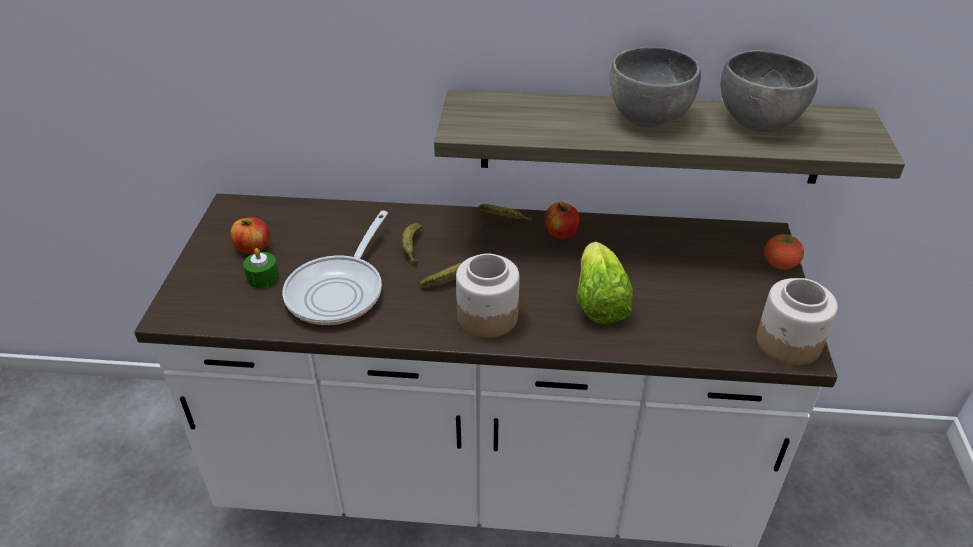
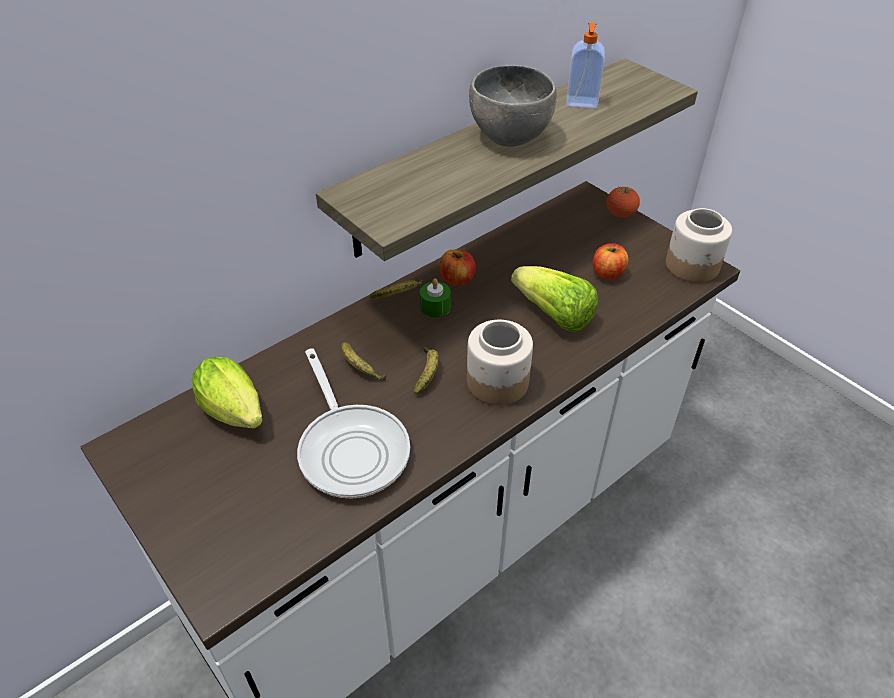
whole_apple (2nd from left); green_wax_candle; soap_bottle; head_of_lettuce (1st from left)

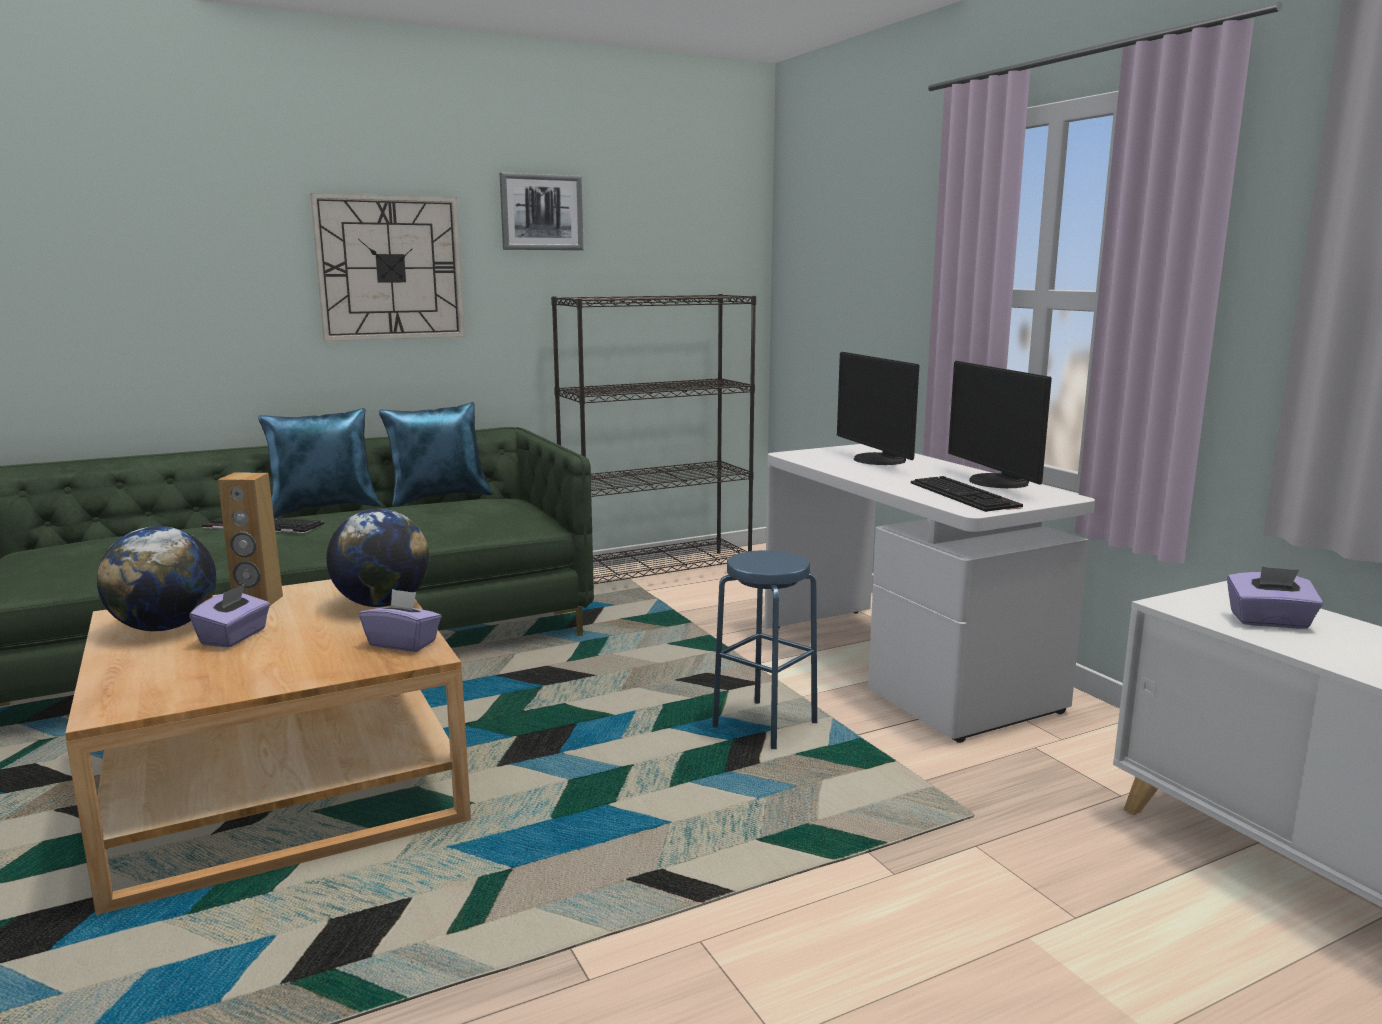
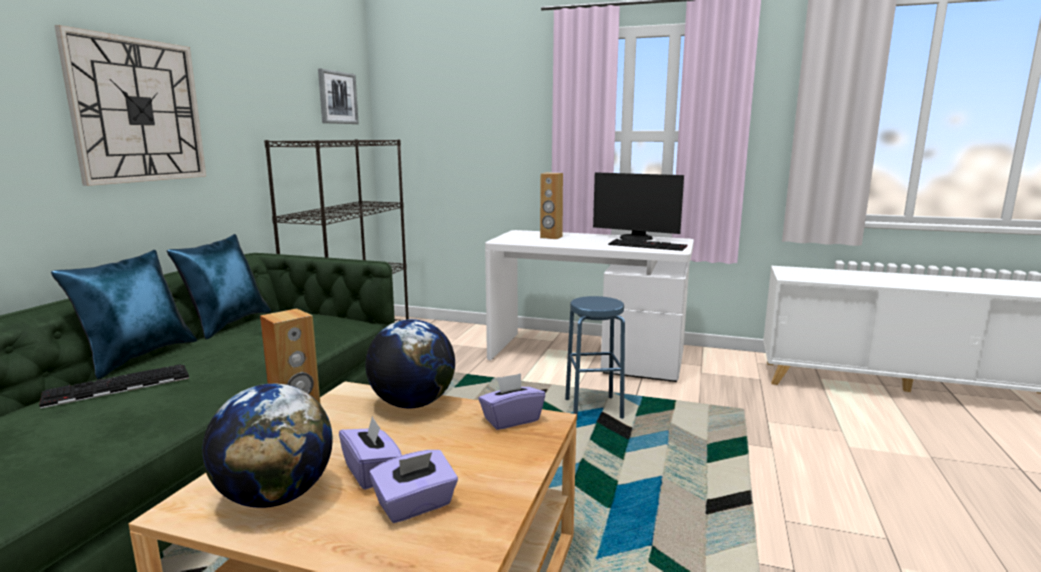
wall_picture; brownish_speaker (2nd from left); purple-coloured_box_of_tissues (2nd from left)

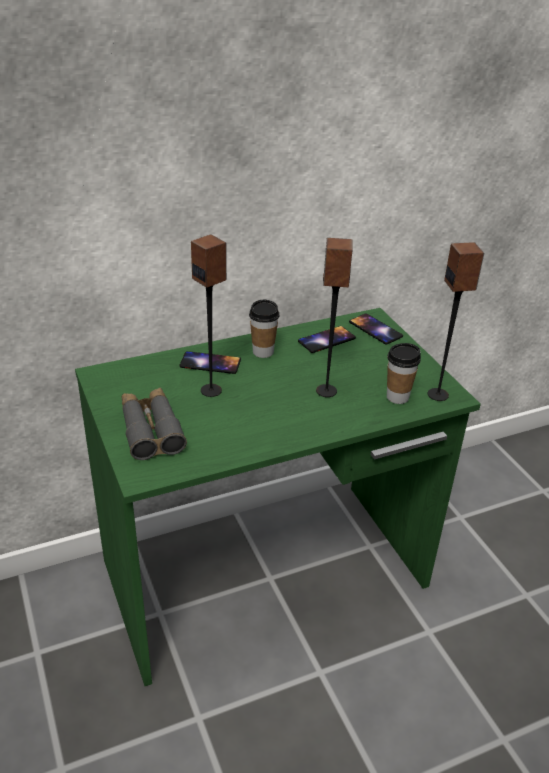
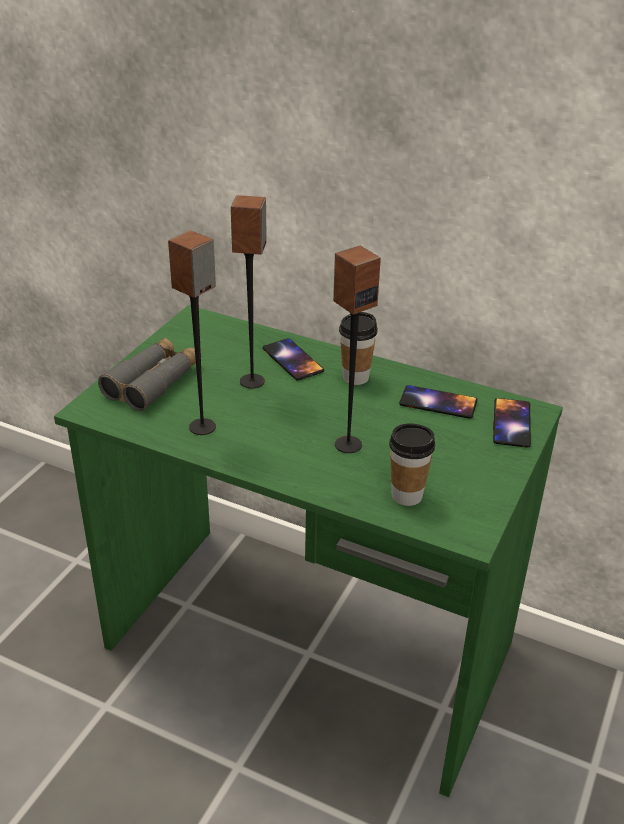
speaker (1st from left)

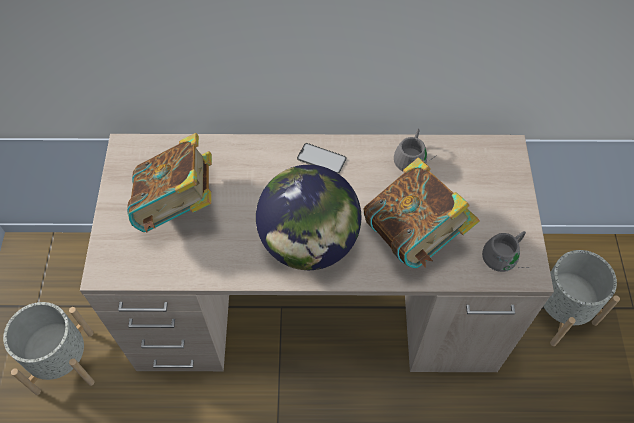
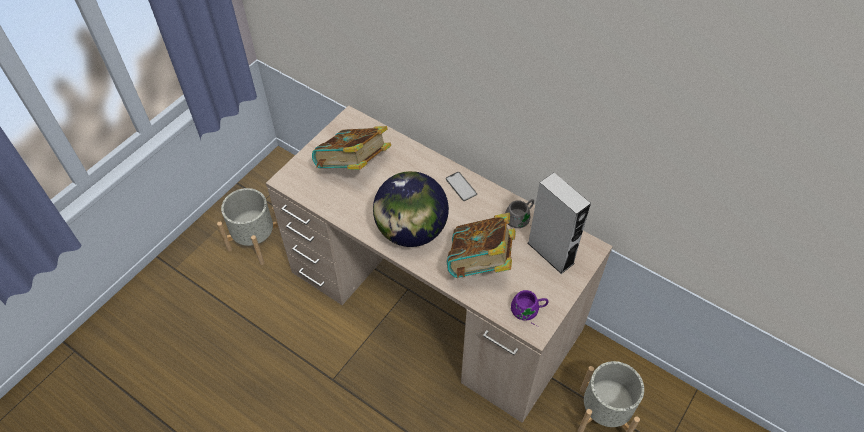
purple-coloured_mug; greyish_speaker

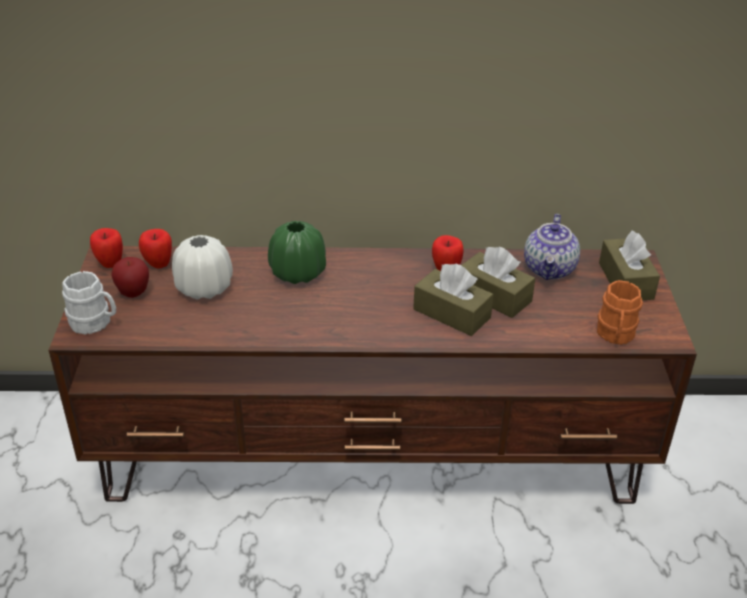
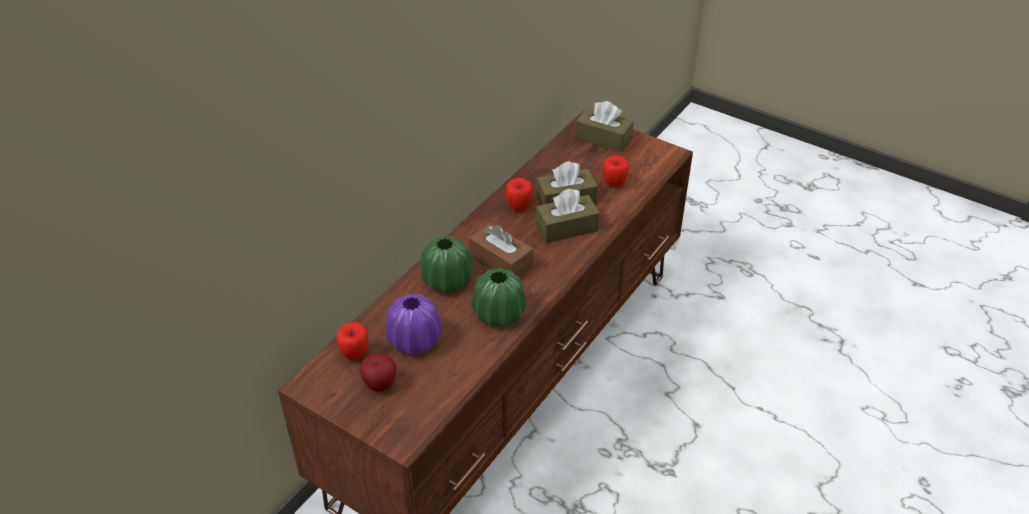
white-coloured_mug; whole_apple (4th from left); purple-coloured_flower_vase; pot_for_tea; orangey_mug; brownish_box_of_tissues (1st from left); green_flower_vase (2nd from left)

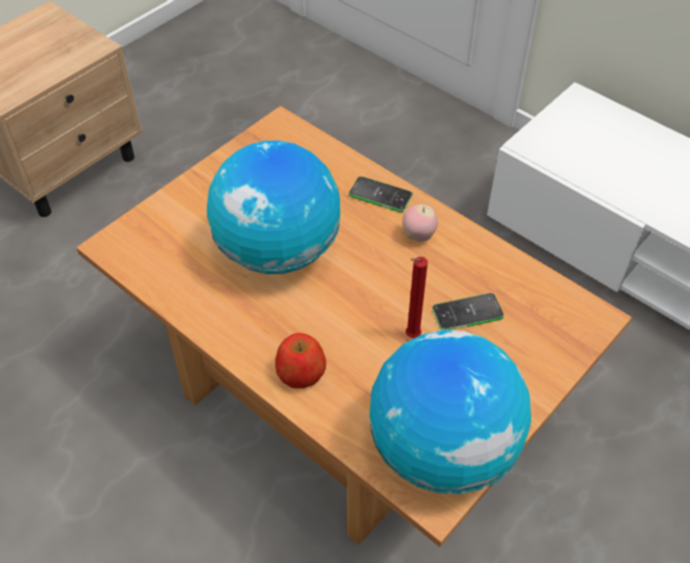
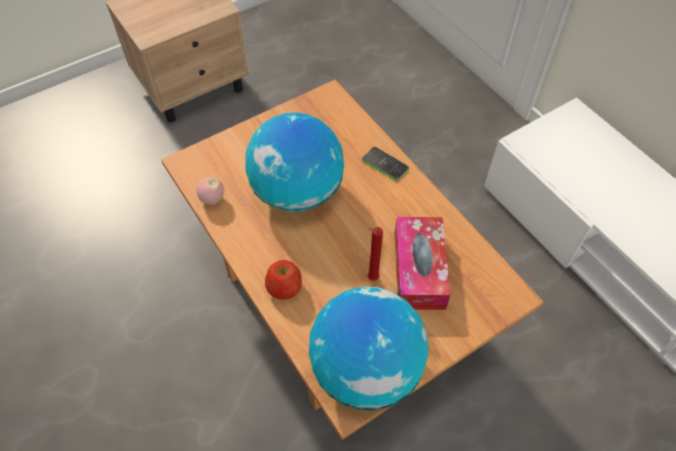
whole_apple (1st from left); box_of_tissues

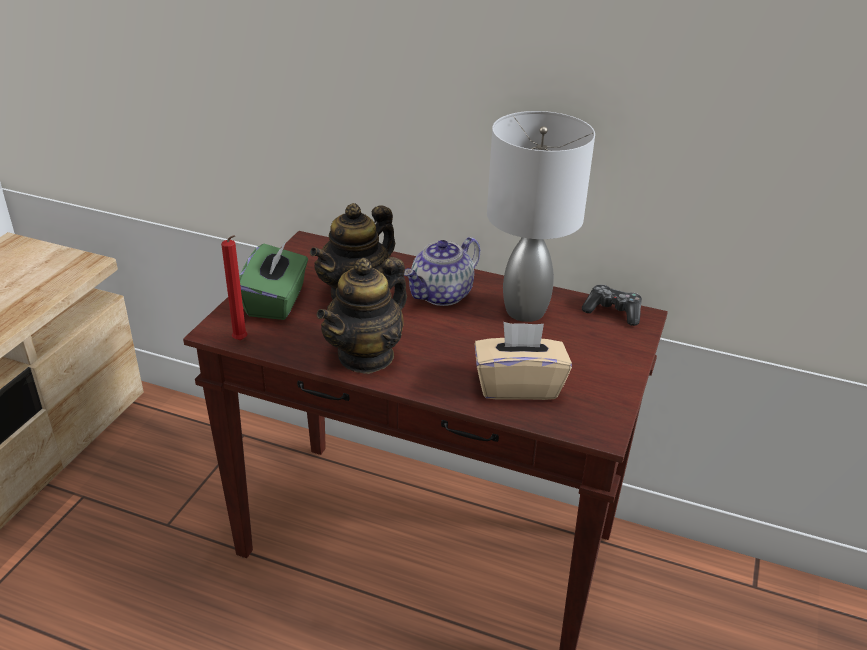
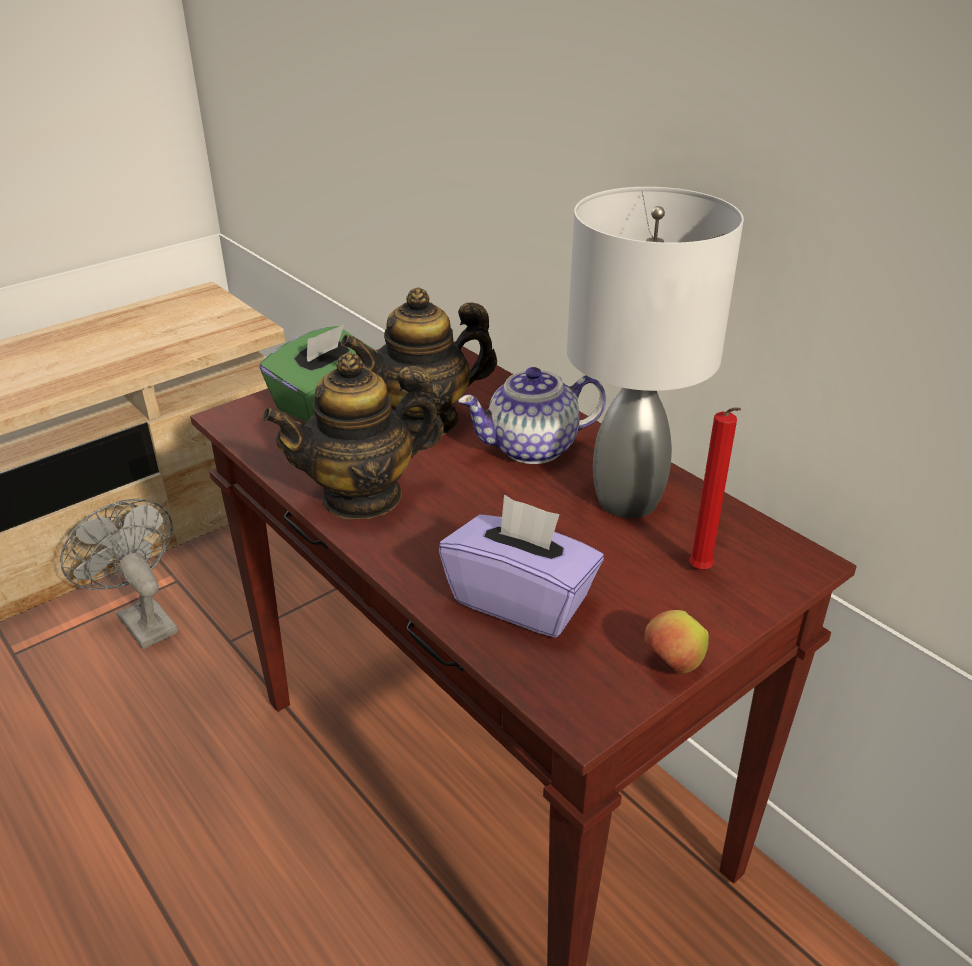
reddish_wax_candle; purple-coloured_box_of_tissues; joypad; greyish_cooling_fan; whole_apple

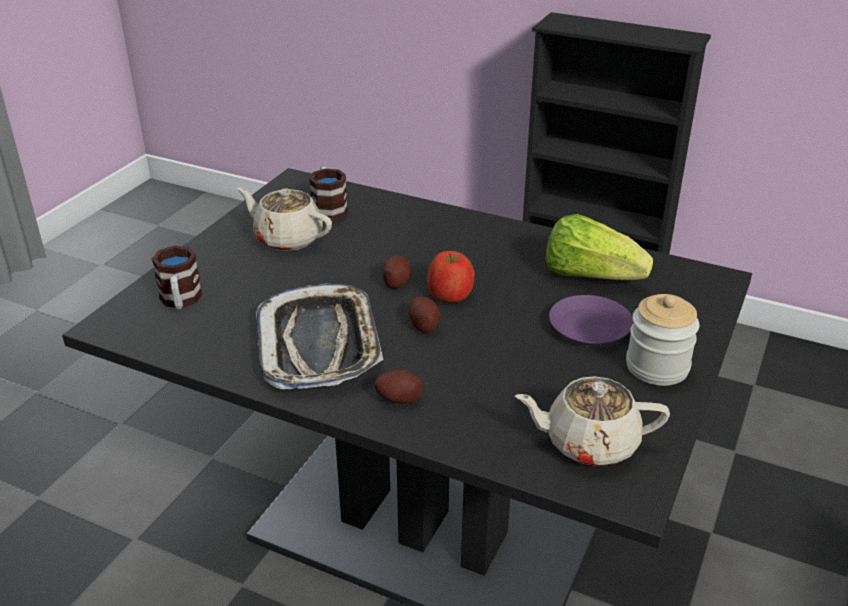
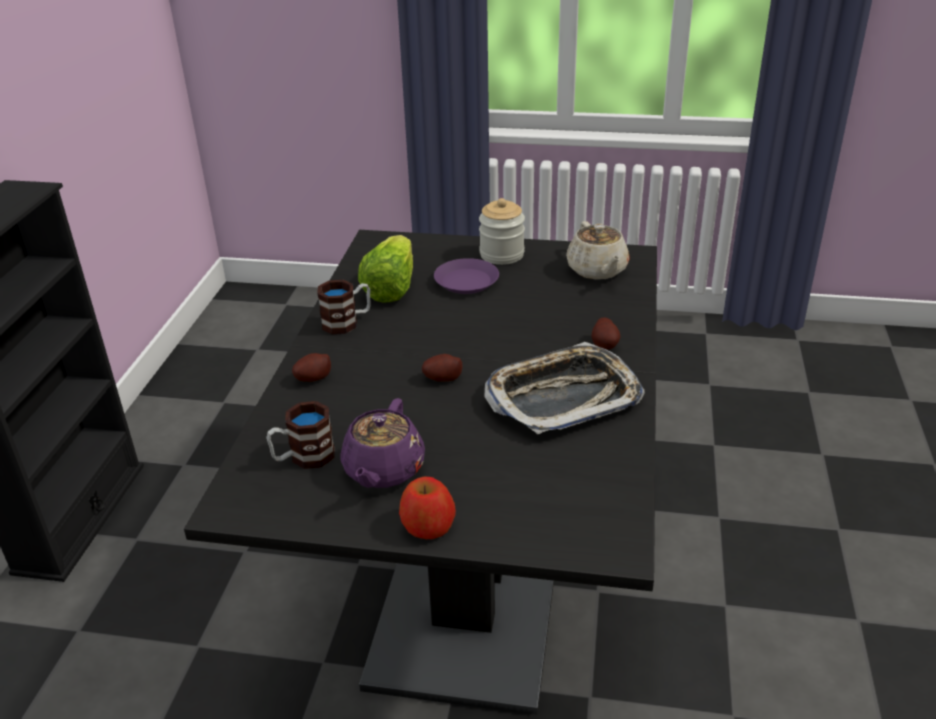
mug (2nd from left); purple-coloured_pot_for_tea; spud (1st from left); whole_apple

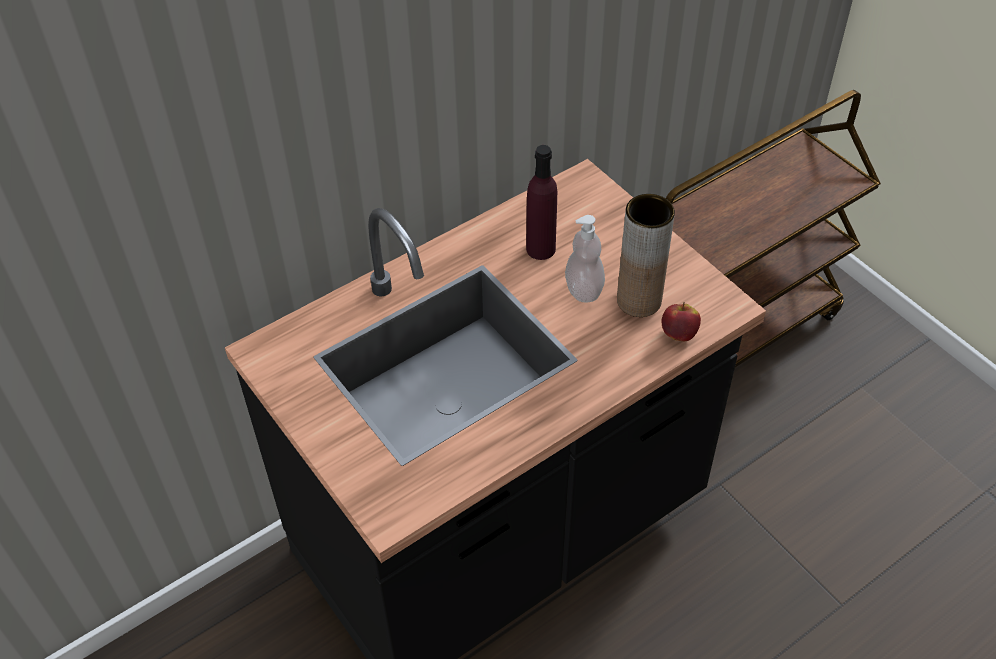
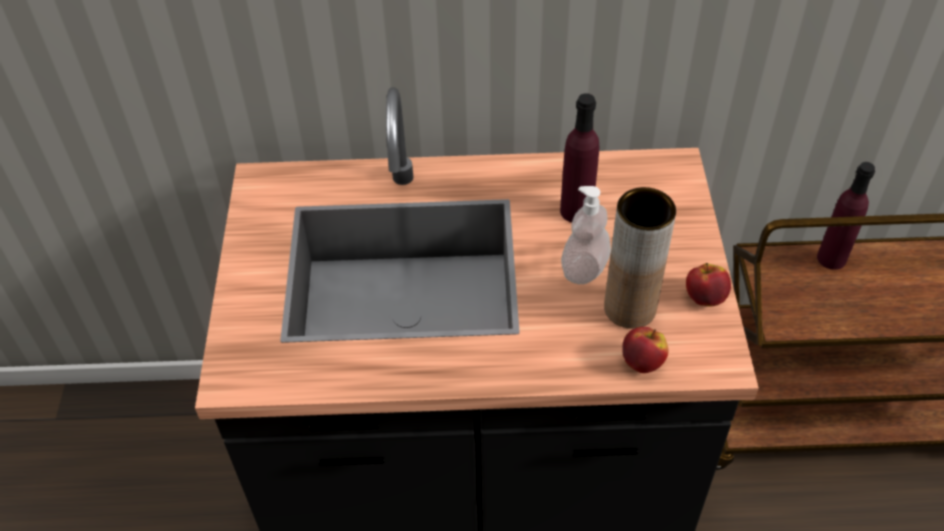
whole_apple (2nd from left); purple-coloured_drink_bottle (2nd from left)

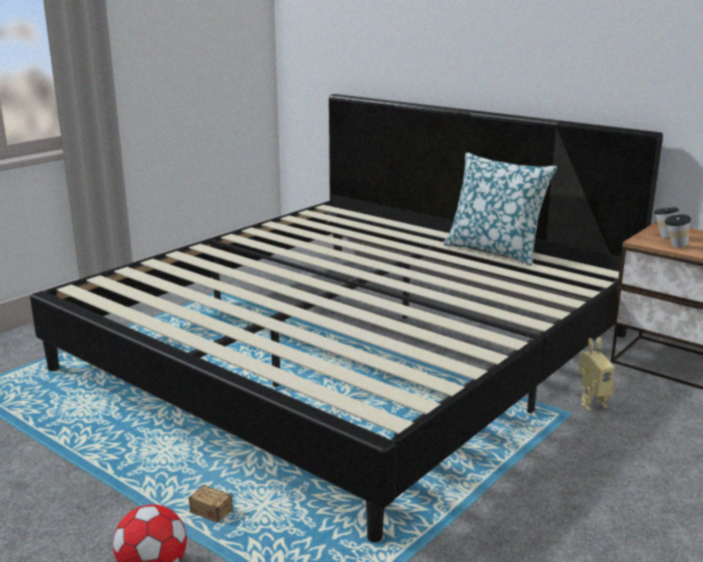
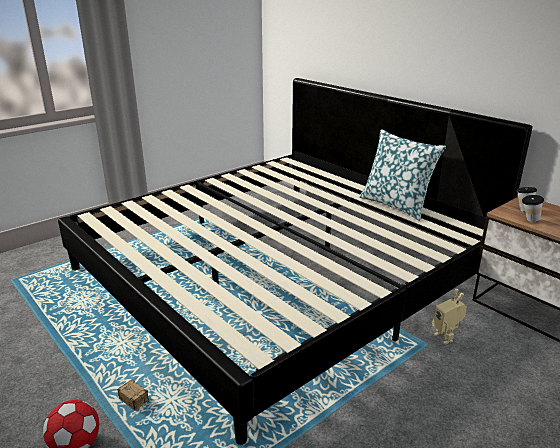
model_robot

